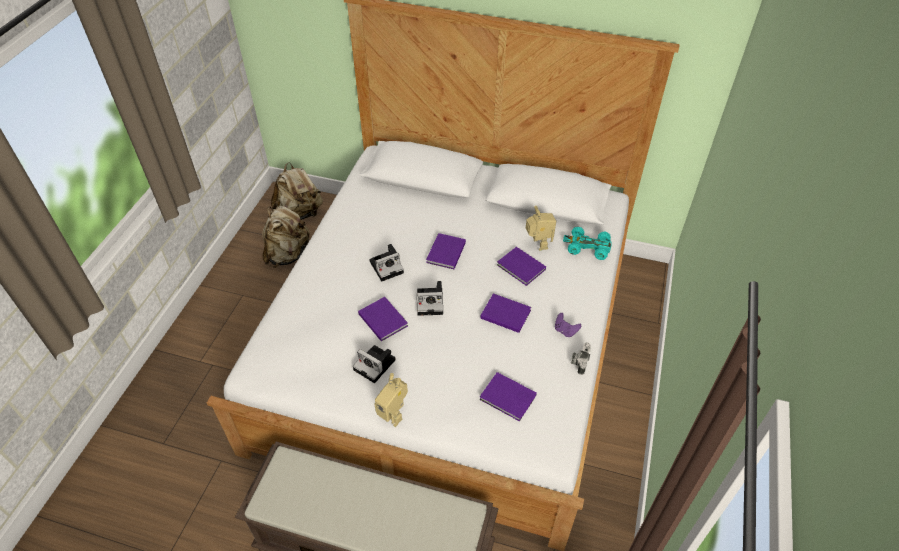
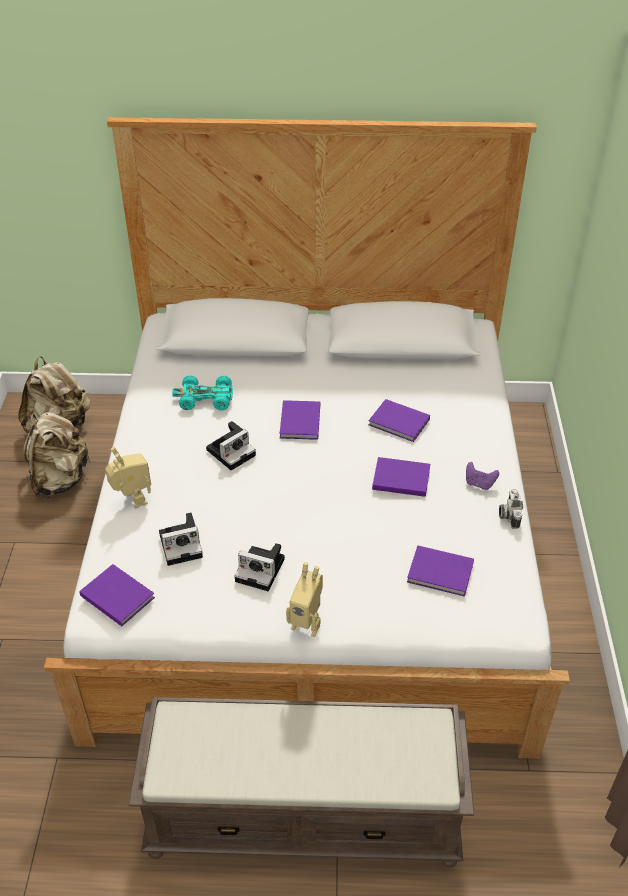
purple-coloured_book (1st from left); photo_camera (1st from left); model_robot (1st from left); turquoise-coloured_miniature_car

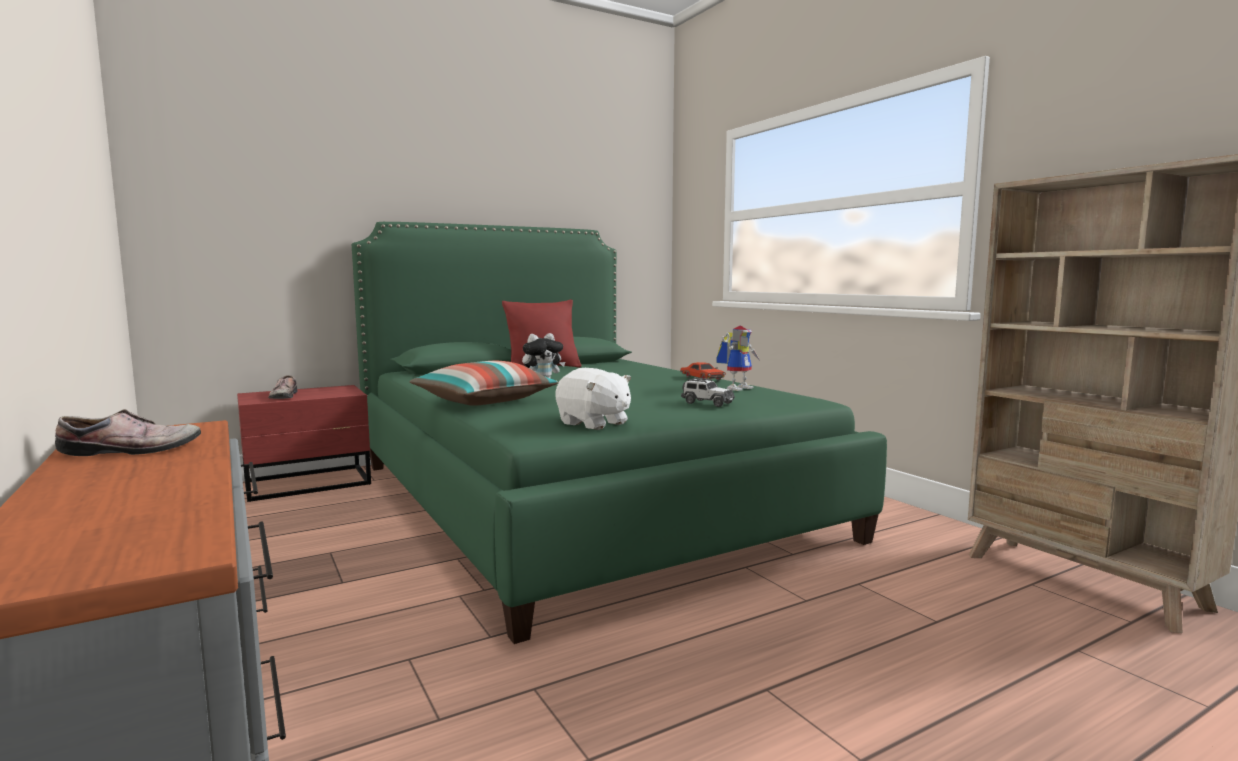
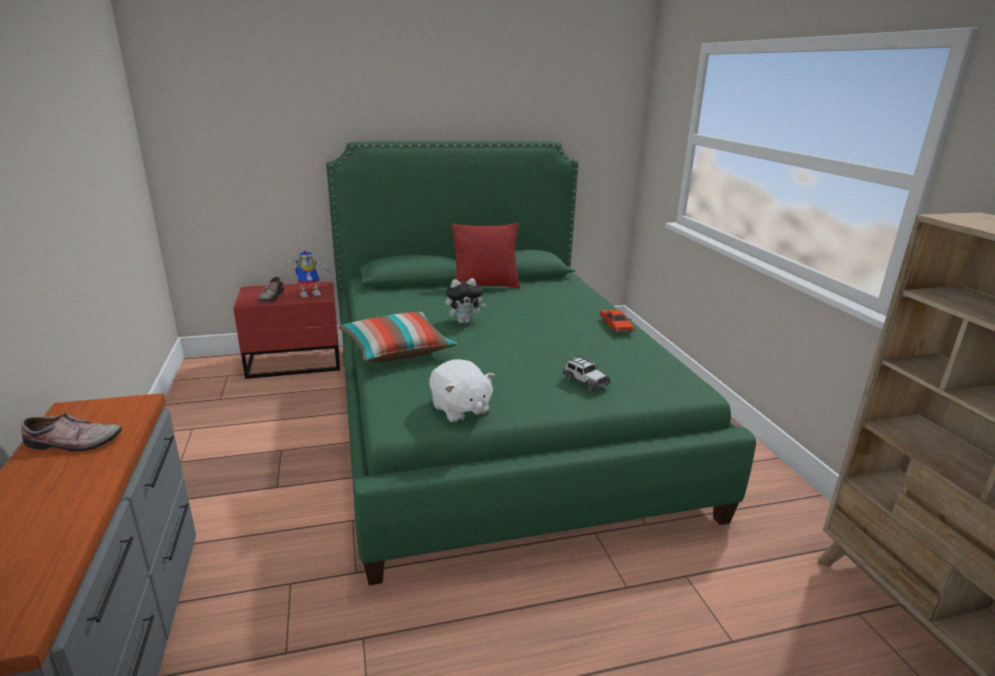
model_robot

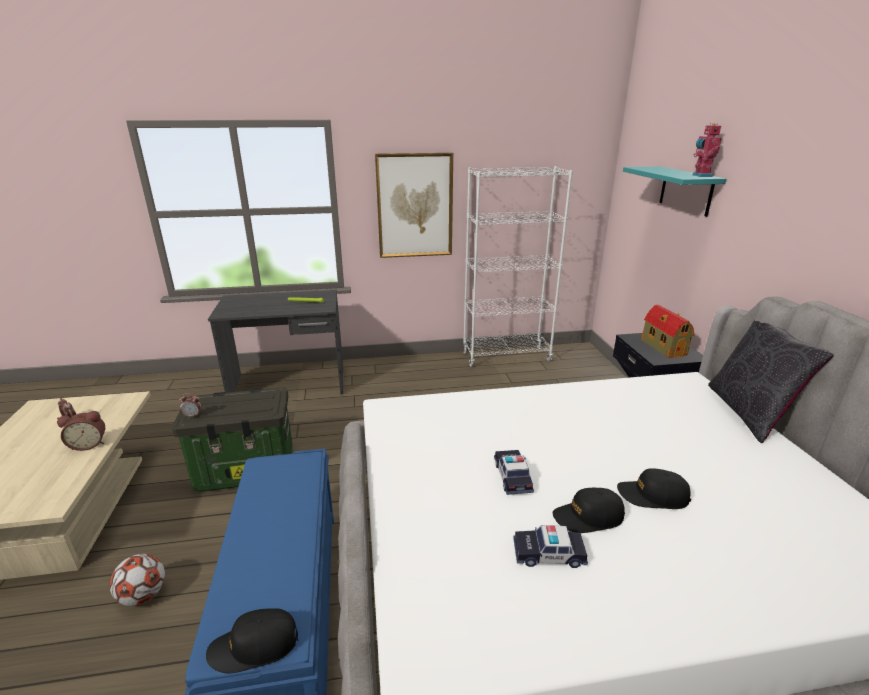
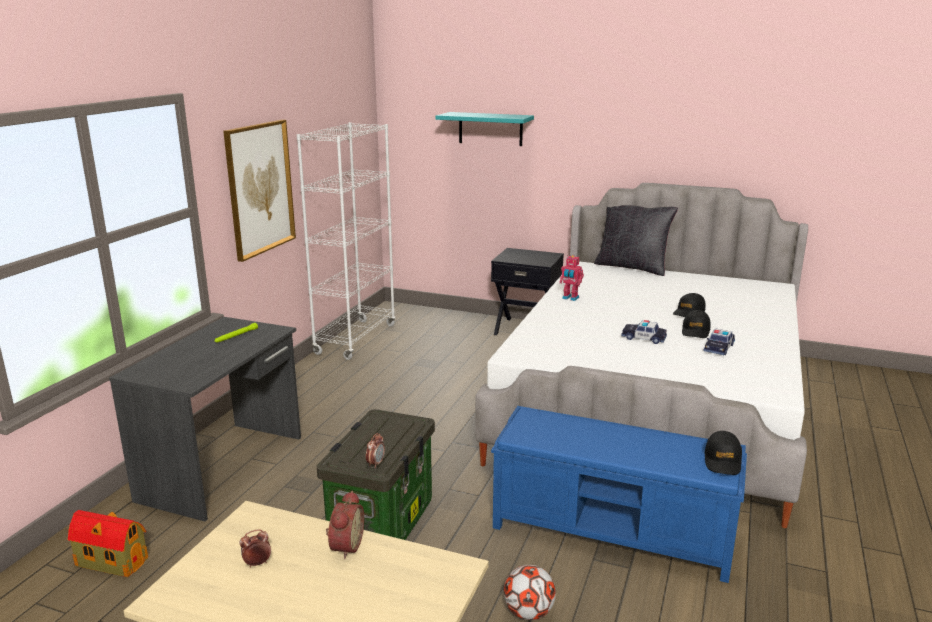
toy_house; model_robot

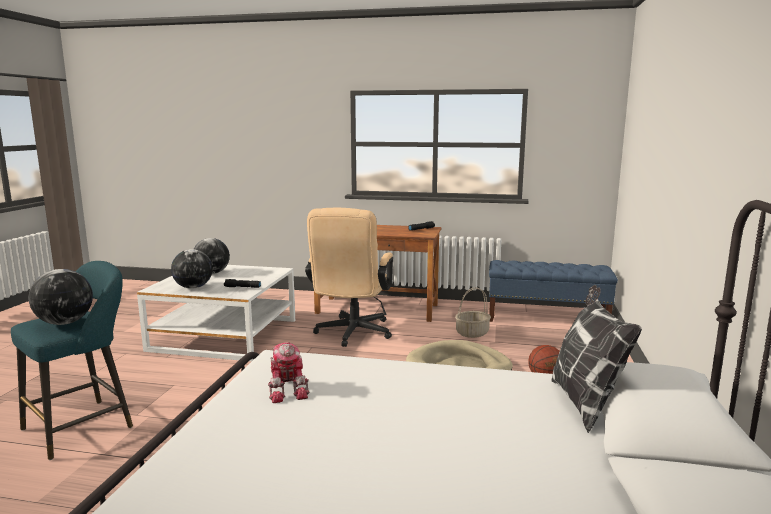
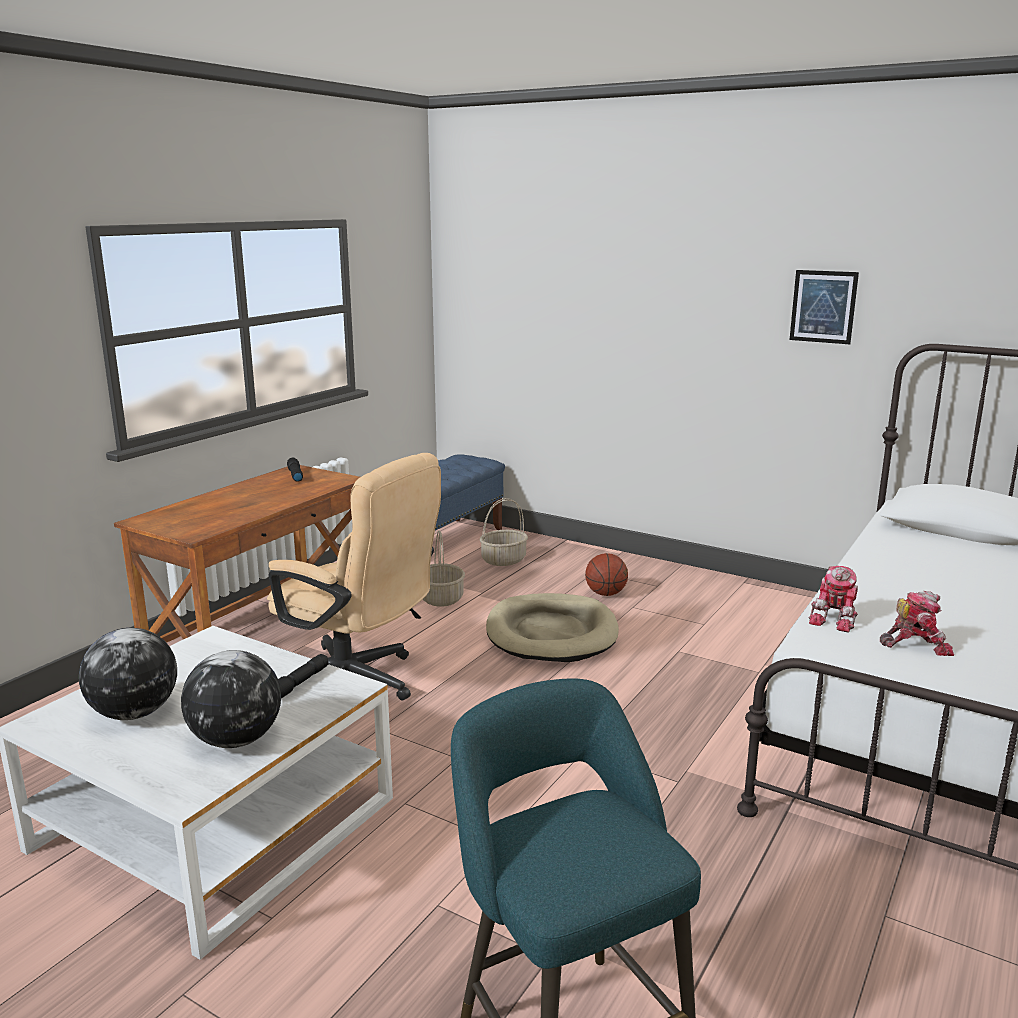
desk_globe (1st from left in the first image); throw_pillow; basket (2nd from left); wall_picture; model_robot (1st from left)

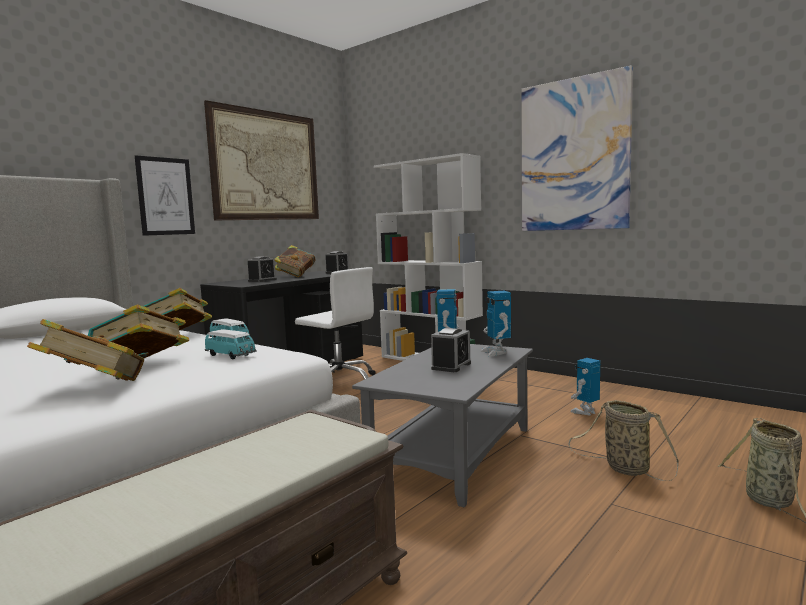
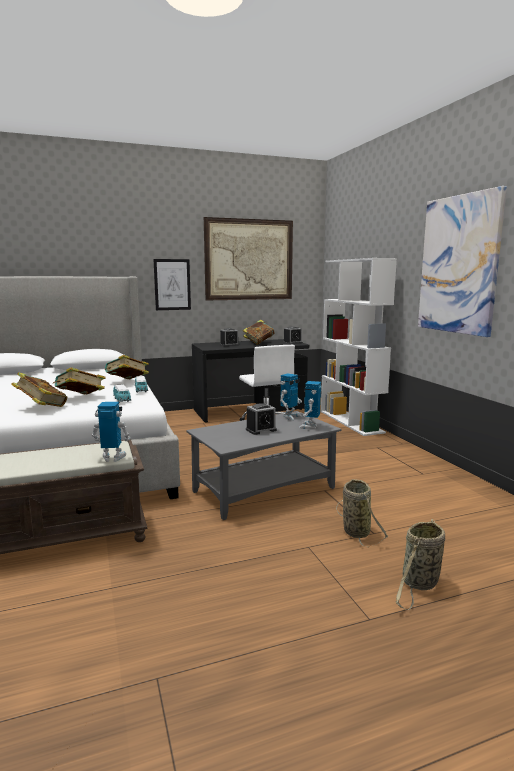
model_robot (1st from left)

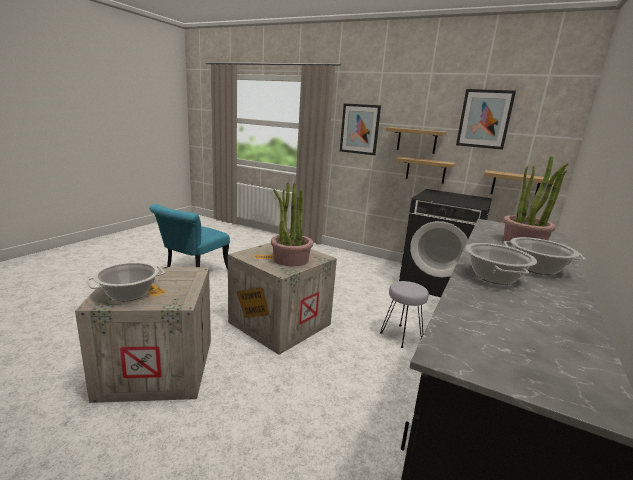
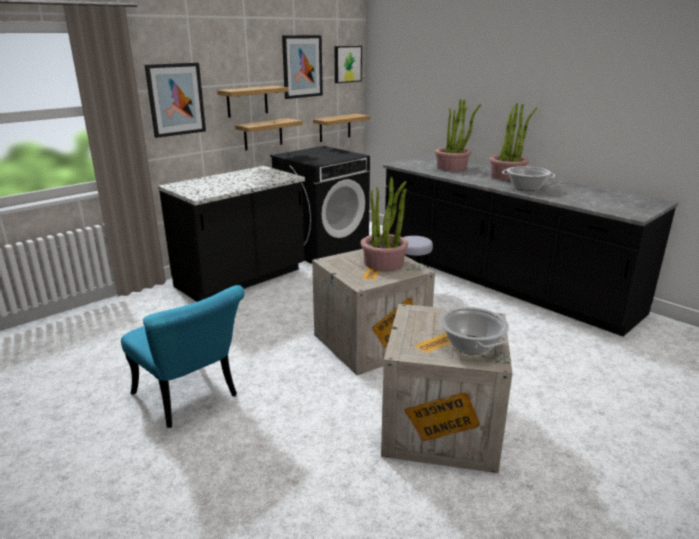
potted_plant (3rd from left); black_kitchen_base_unit (1st from left); wall_picture (3rd from left)

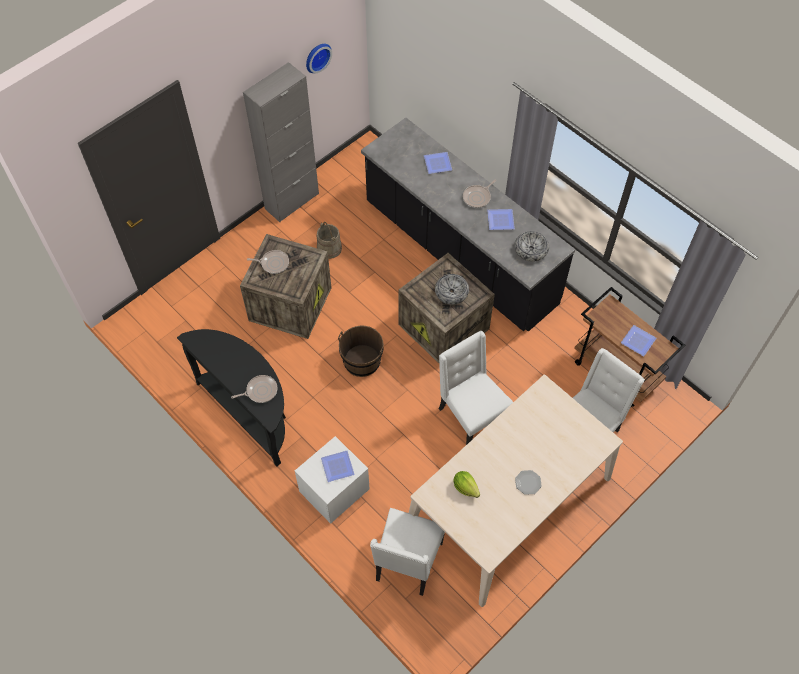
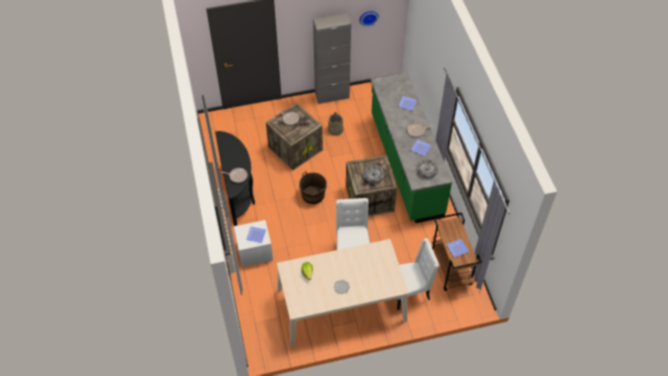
green_kitchen_base_unit; white-coloured_plain_chair (1st from left in the first image)

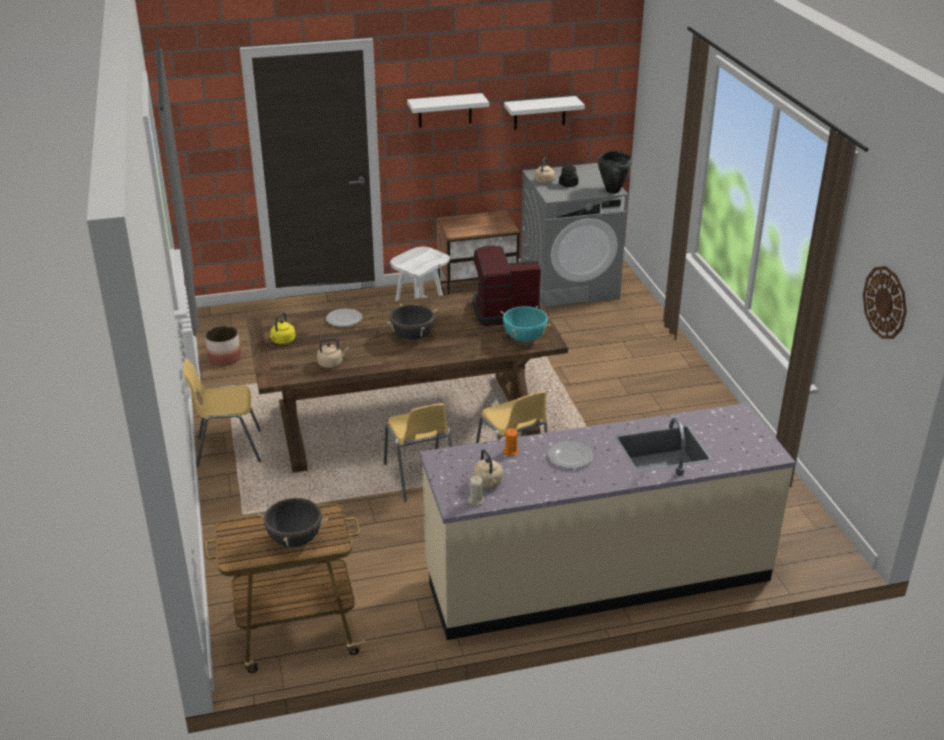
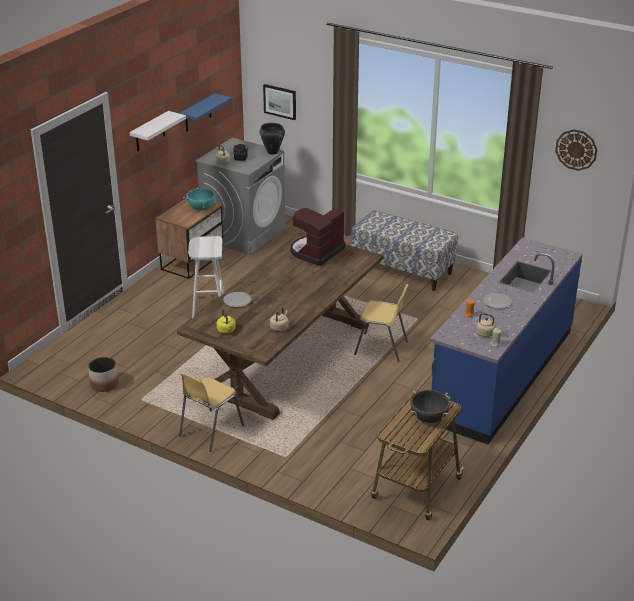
yellow_plain_chair (2nd from left in the first image); black_saucepot (2nd from left in the first image); blue_kitchen_base_unit; turquoise-coloured_saucepot; blue_shelf; wall_picture; indoor_bench

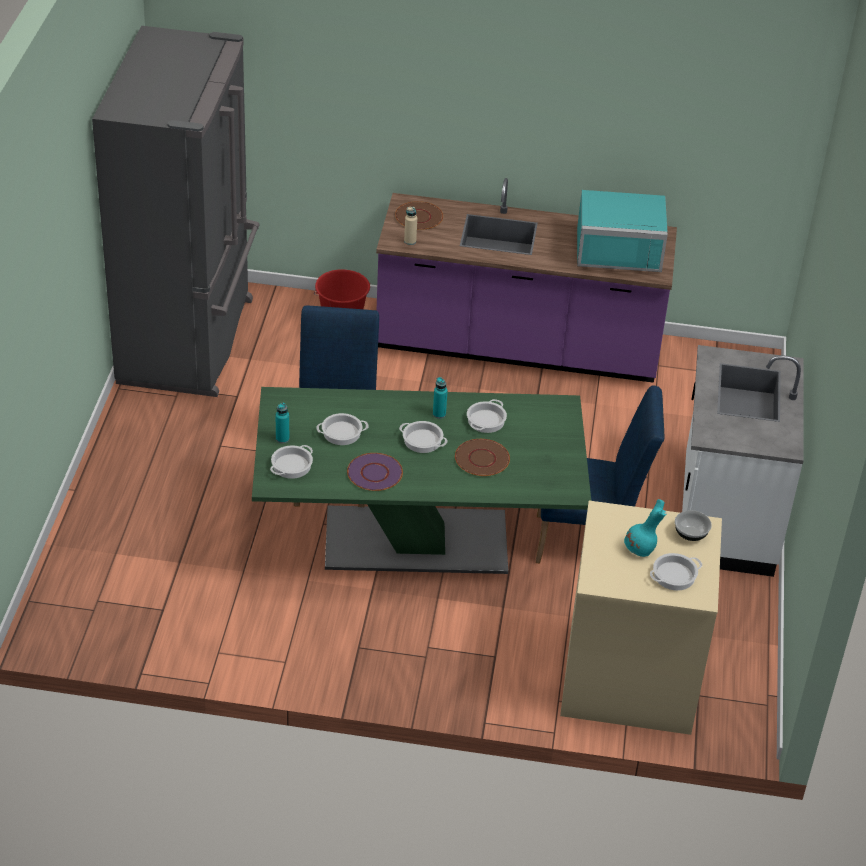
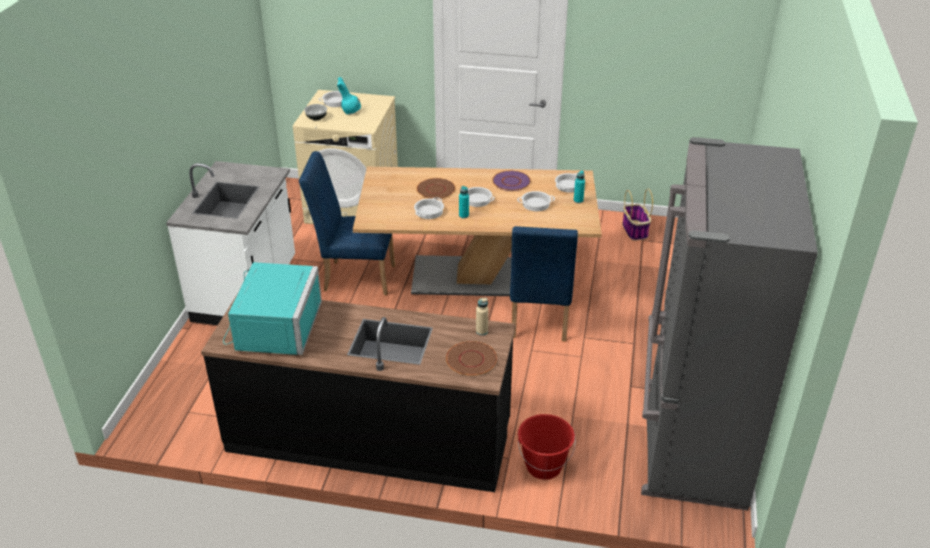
beige_kitchen_table; black_kitchen_base_unit; turquoise-coloured_microwave_oven; basket

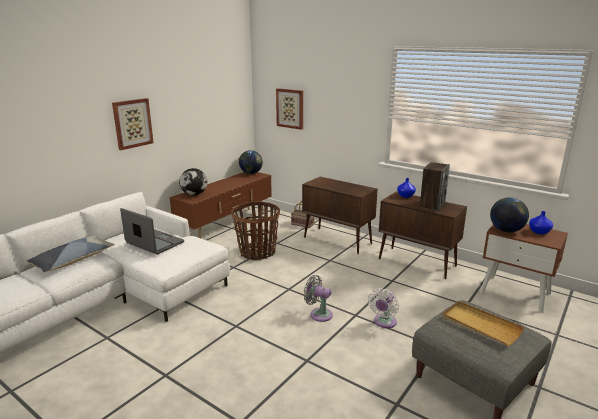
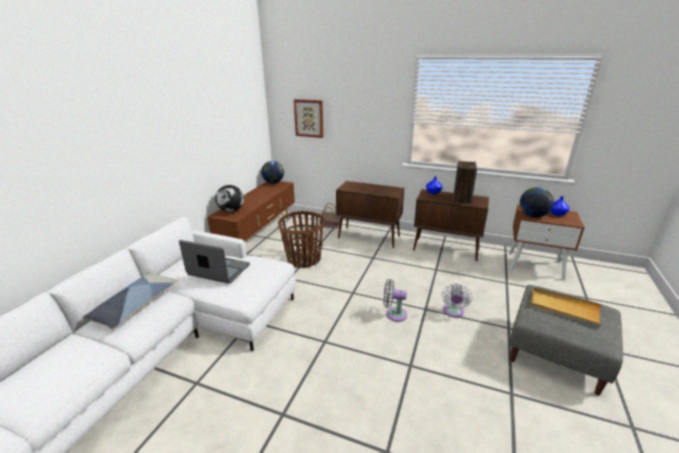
wall_picture (1st from left in the first image)

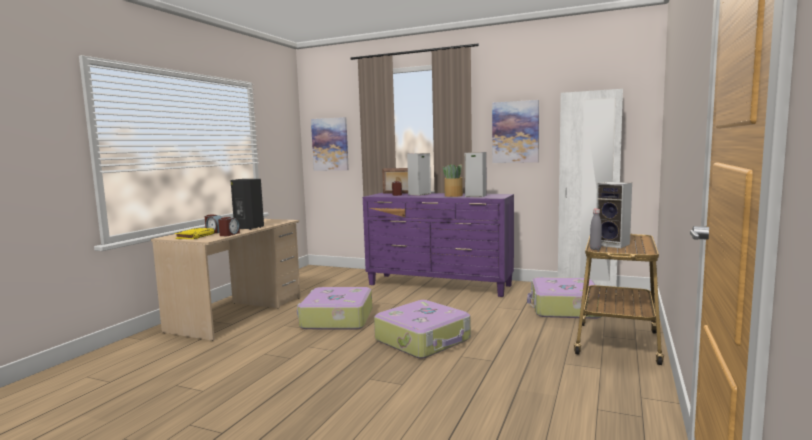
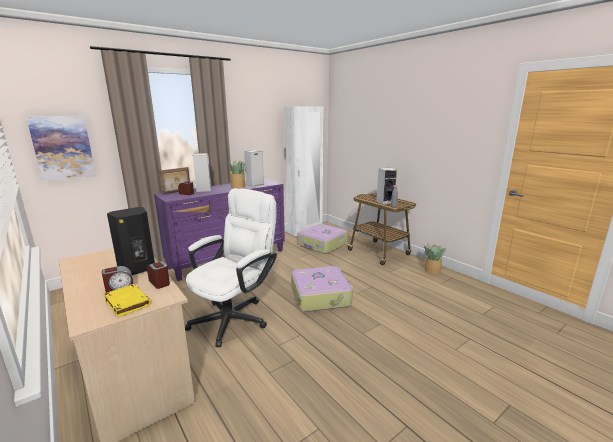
white-coloured_computer_chair; wall_picture (2nd from left in the first image); potted_plant (2nd from left)

